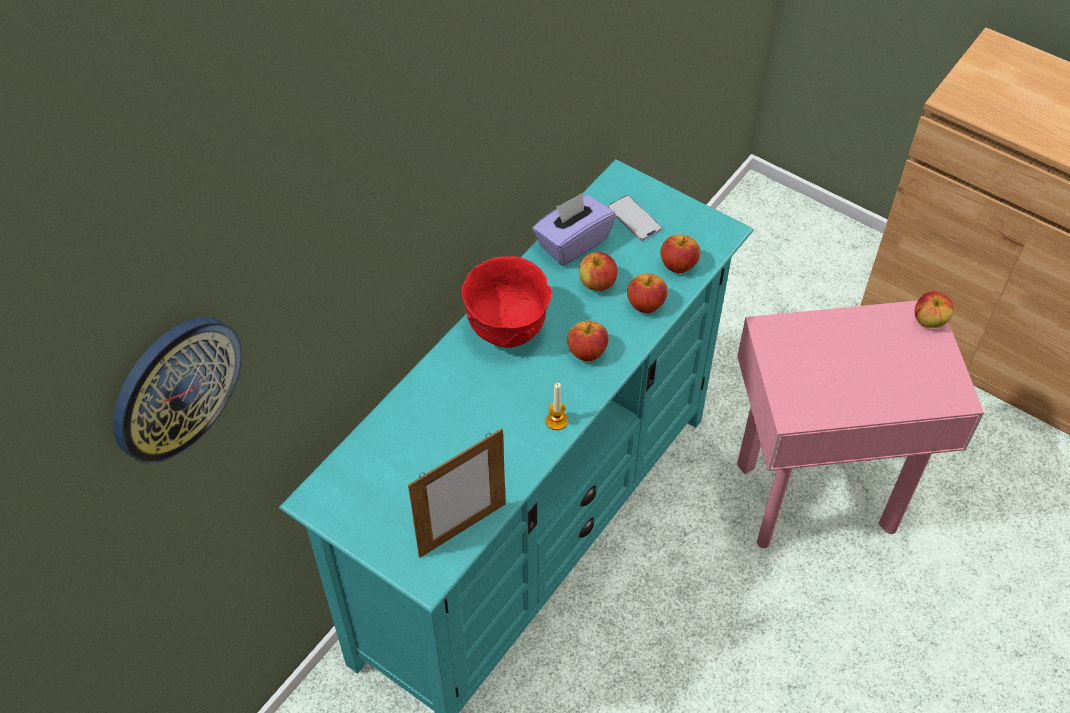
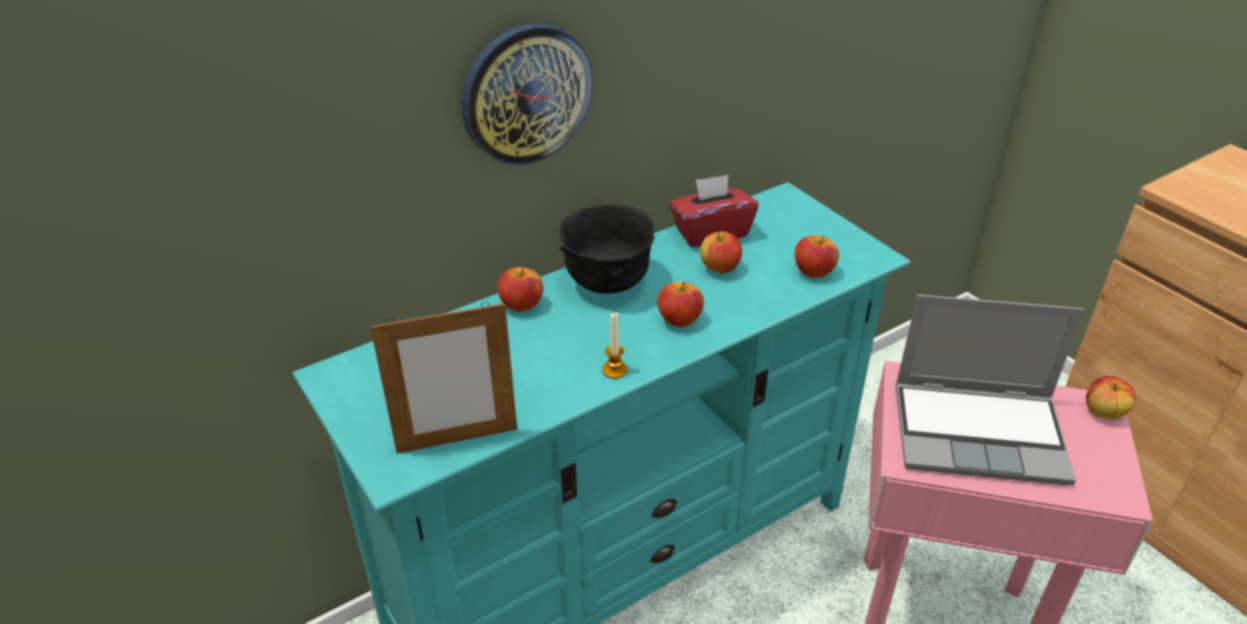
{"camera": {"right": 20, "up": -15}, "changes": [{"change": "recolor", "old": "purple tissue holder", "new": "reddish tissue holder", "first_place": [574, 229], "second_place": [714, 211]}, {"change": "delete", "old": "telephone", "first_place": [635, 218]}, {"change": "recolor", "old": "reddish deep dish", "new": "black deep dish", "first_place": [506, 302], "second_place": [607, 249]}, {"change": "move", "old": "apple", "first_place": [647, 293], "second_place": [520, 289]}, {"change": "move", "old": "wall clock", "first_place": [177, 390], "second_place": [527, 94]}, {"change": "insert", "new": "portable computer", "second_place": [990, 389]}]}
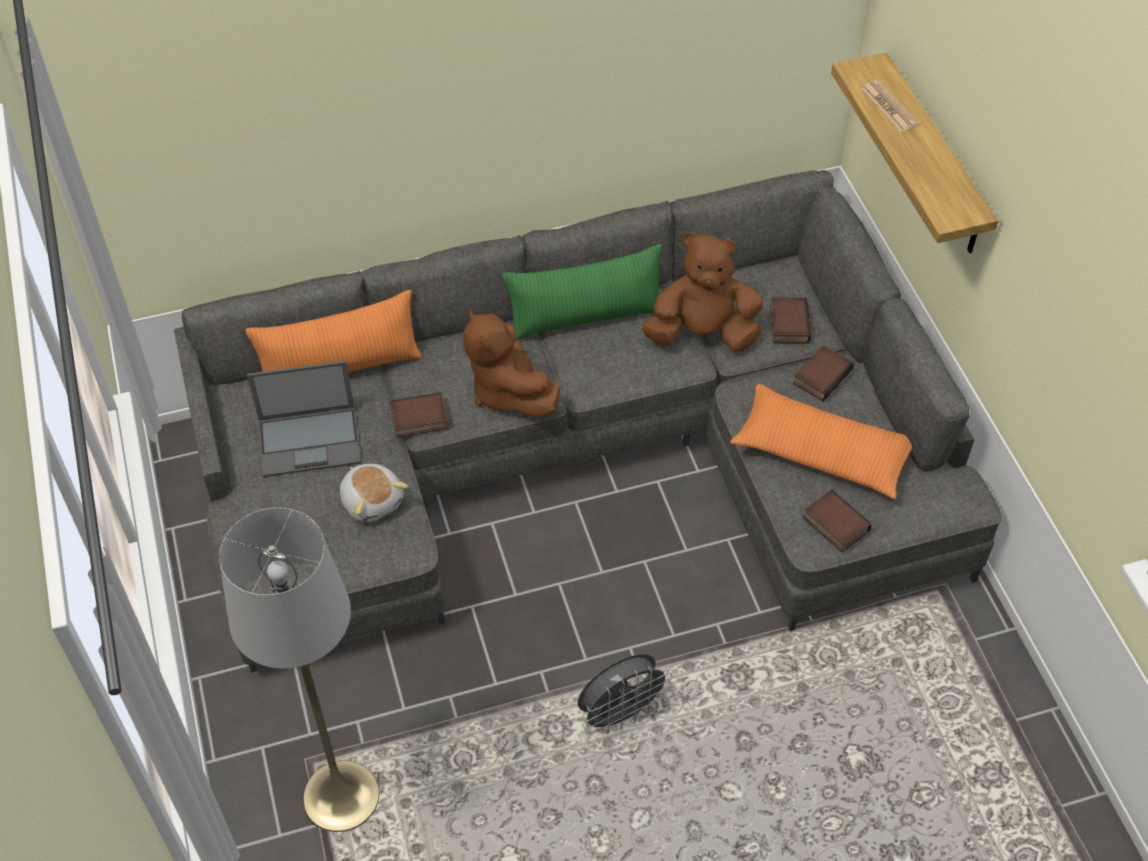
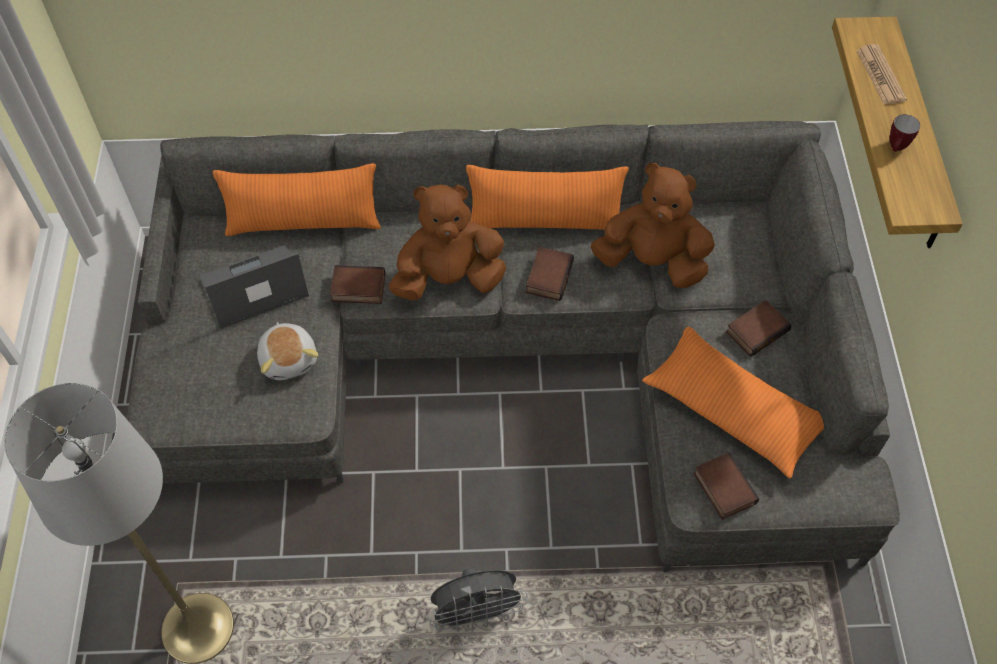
{"camera": {"right": 15, "up": 5}, "changes": [{"change": "recolor", "old": "greenish throw pillow", "new": "orange throw pillow", "first_place": [582, 292], "second_place": [547, 197]}, {"change": "move", "old": "book", "first_place": [790, 320], "second_place": [550, 274]}, {"change": "rotate", "old": "brown soft toy", "first_place": [511, 362], "second_place": [447, 243], "degrees": 90}, {"change": "rotate", "old": "portable computer", "first_place": [304, 419], "second_place": [254, 287], "degrees": 150}, {"change": "insert", "new": "tea mug", "second_place": [904, 133]}]}
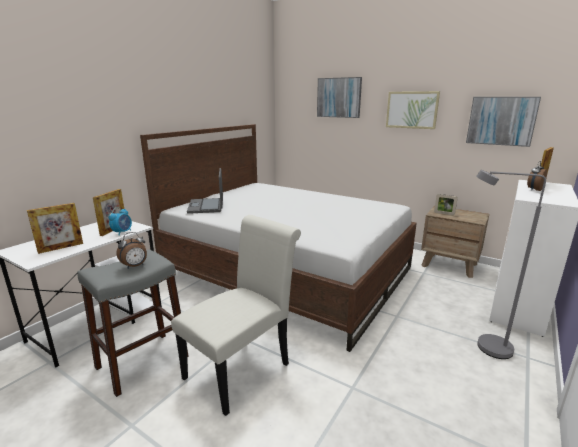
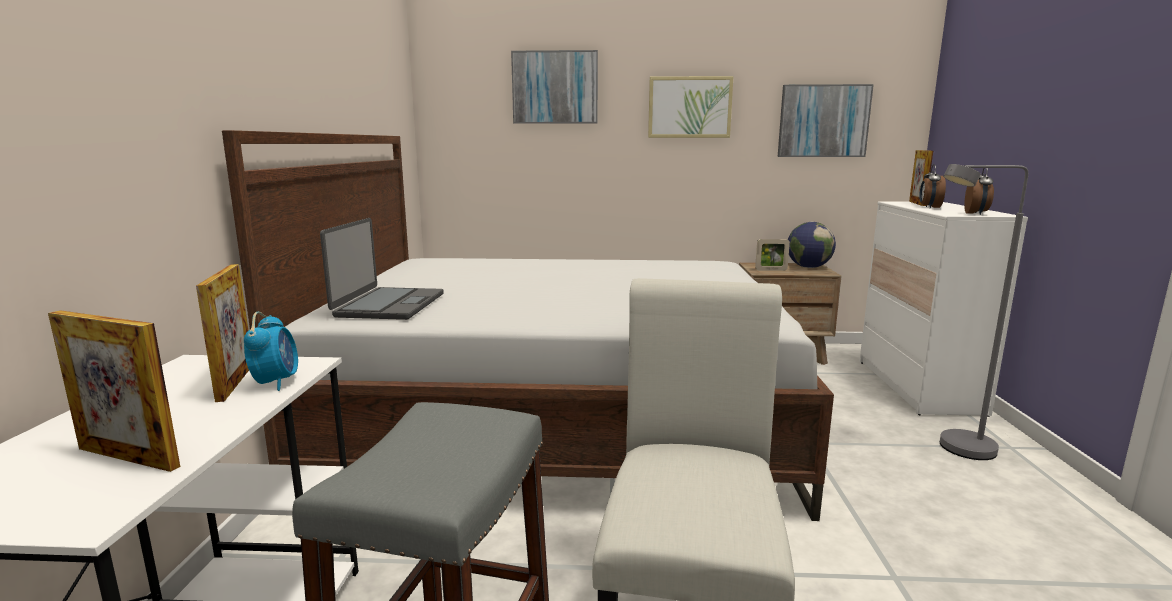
{"camera": {"right": -30, "up": -5}, "changes": [{"change": "rotate", "old": "portable computer", "first_place": [205, 191], "second_place": [382, 269], "degrees": -135}, {"change": "rotate", "old": "picture frame", "first_place": [55, 228], "second_place": [114, 391], "degrees": 90}, {"change": "move", "old": "alarm clock", "first_place": [131, 250], "second_place": [979, 191]}, {"change": "insert", "new": "world globe", "second_place": [812, 245]}]}
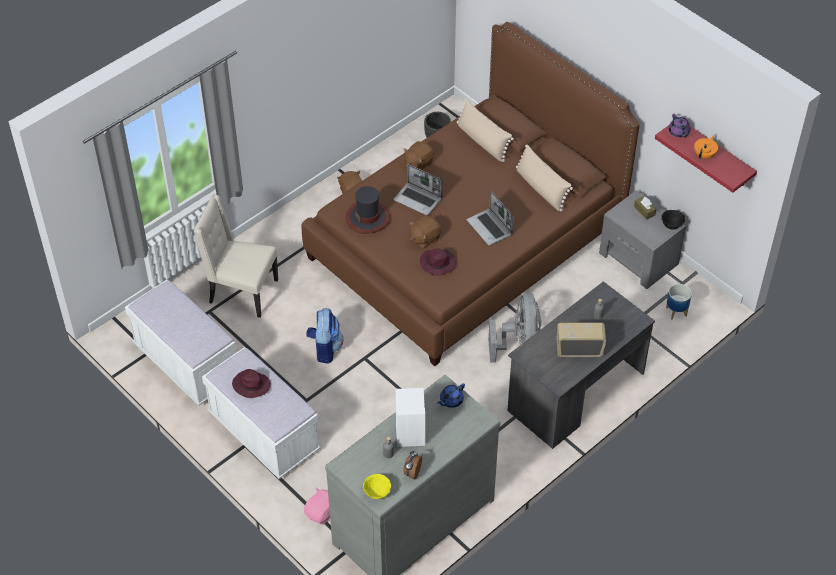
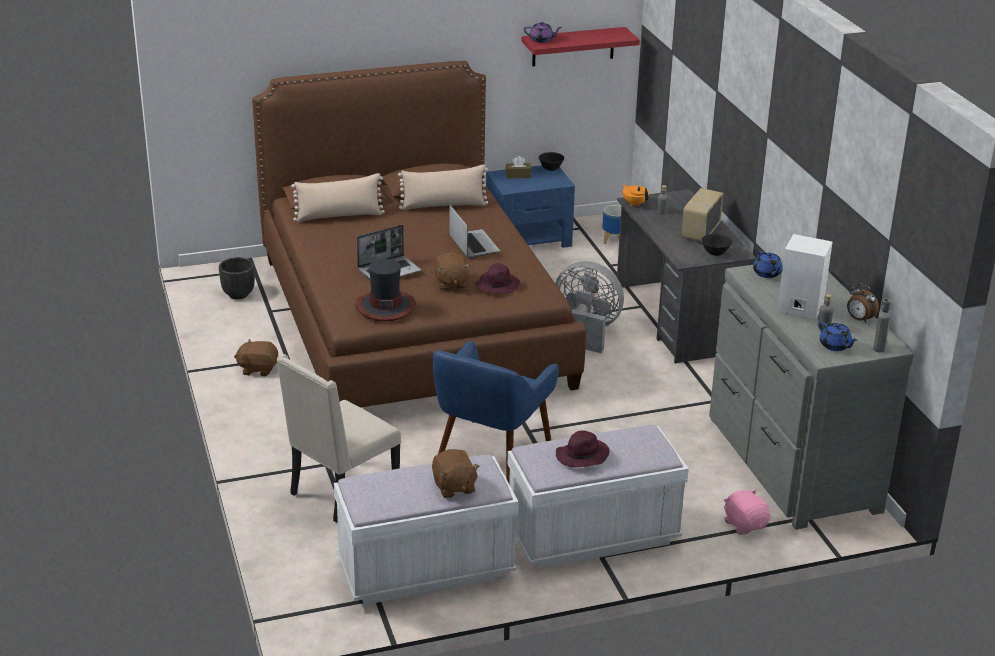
{"camera": {"right": -65, "up": -20}, "changes": [{"change": "move", "old": "orange tea pot", "first_place": [706, 147], "second_place": [636, 195]}, {"change": "move", "old": "brown soft toy", "first_place": [418, 155], "second_place": [456, 473]}, {"change": "recolor", "old": "greyish nightstand", "new": "bluish nightstand", "first_place": [642, 239], "second_place": [530, 206]}, {"change": "rotate", "old": "portable computer", "first_place": [490, 218], "second_place": [474, 231], "degrees": -105}, {"change": "replace", "old": "knapsack", "new": "bluish lounge chair", "first_place": [324, 336], "second_place": [496, 412]}, {"change": "replace", "old": "yellowish deep dish", "new": "greyish bottle", "first_place": [377, 486], "second_place": [882, 326]}, {"change": "insert", "new": "black deep dish", "second_place": [717, 245]}, {"change": "insert", "new": "bluish tea pot", "second_place": [838, 336]}]}
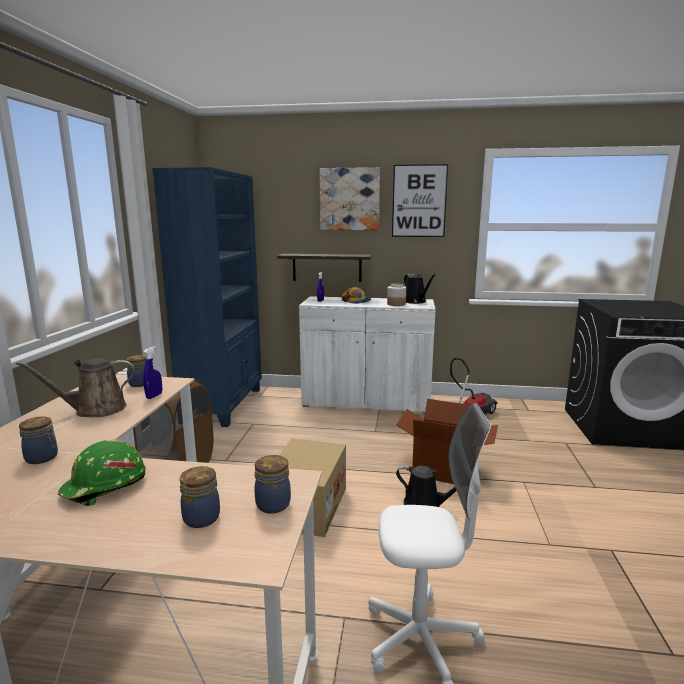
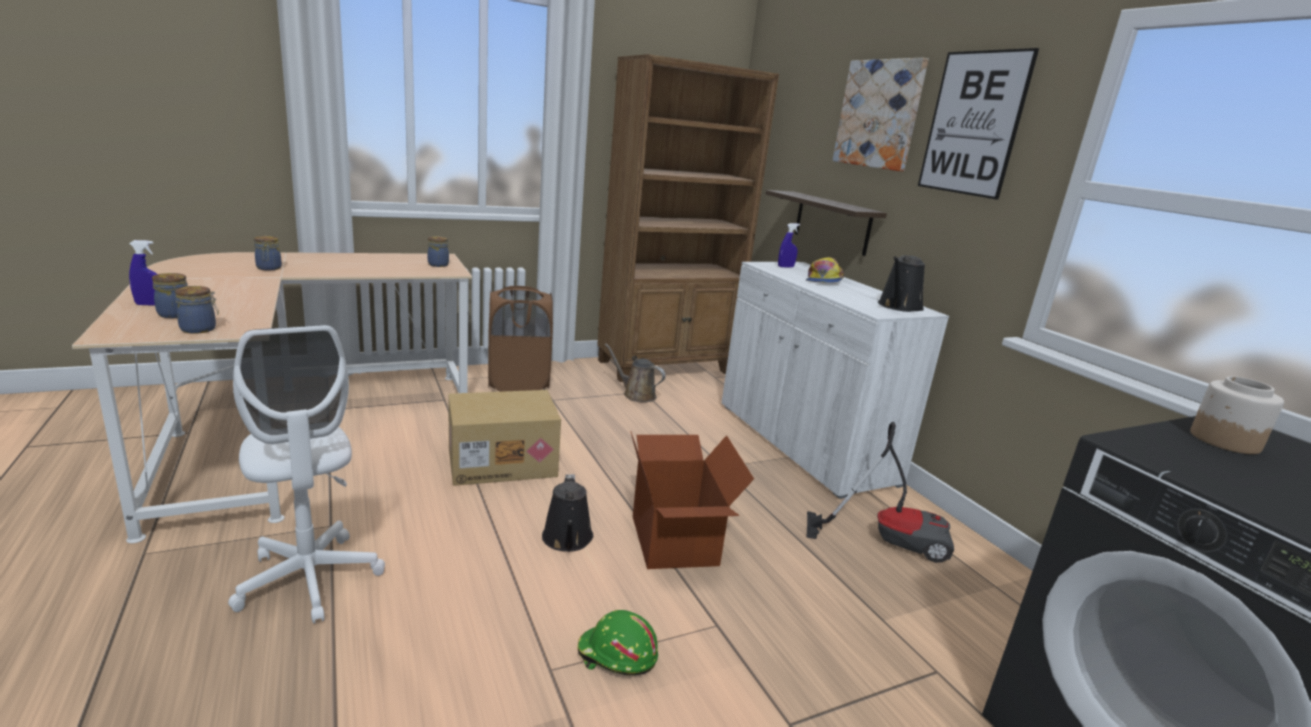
{"camera": {"right": 55, "up": 5}, "changes": [{"change": "recolor", "old": "bluish bookcase", "new": "brown bookcase", "first_place": [207, 297], "second_place": [688, 218]}, {"change": "move", "old": "preserve jar", "first_place": [396, 294], "second_place": [1237, 415]}, {"change": "move", "old": "bluish spray bottle", "first_place": [152, 372], "second_place": [143, 273]}, {"change": "move", "old": "brown watering can", "first_place": [75, 387], "second_place": [635, 373]}, {"change": "move", "old": "greenish work helmet", "first_place": [102, 472], "second_place": [618, 642]}]}
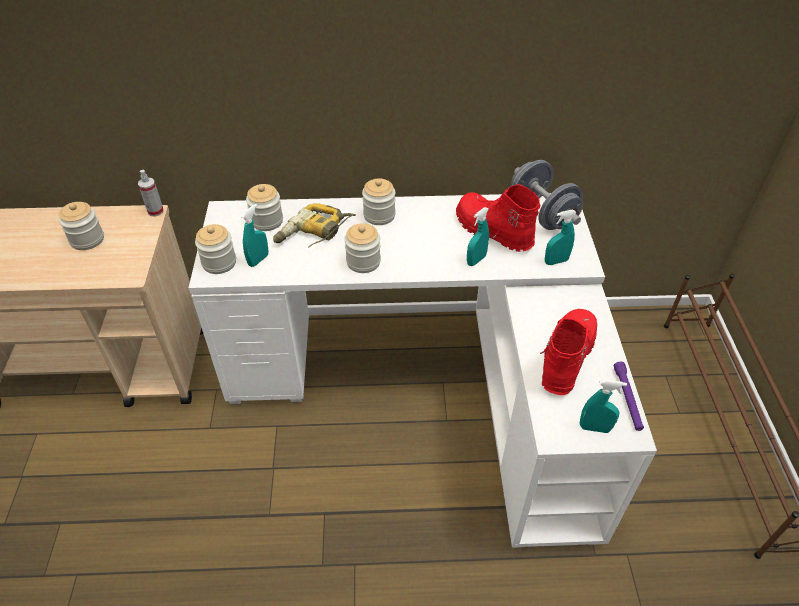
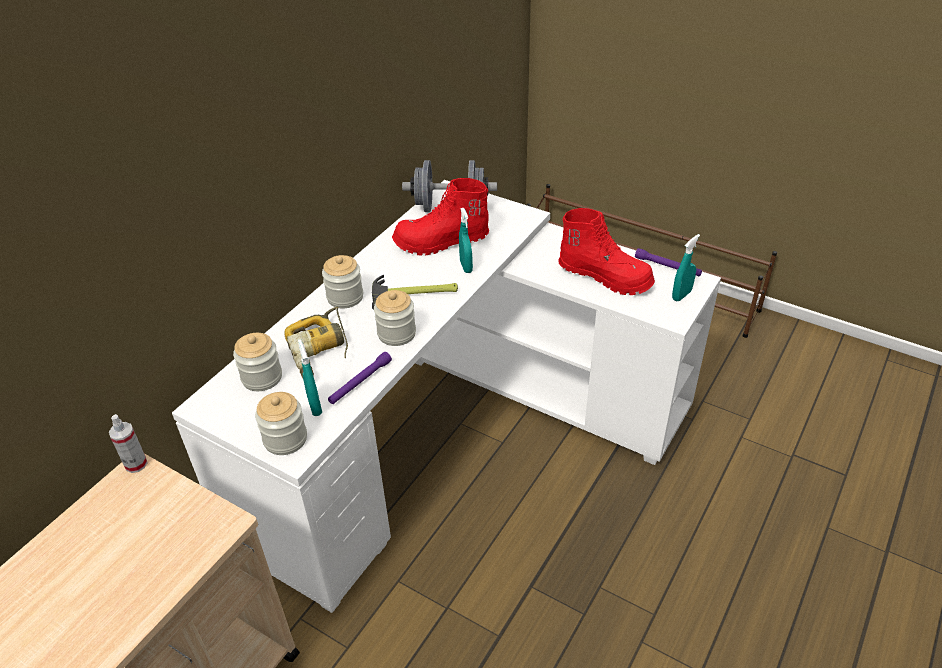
{"camera": {"right": -55, "up": -5}, "changes": [{"change": "delete", "old": "preserve jar", "first_place": [81, 226]}, {"change": "delete", "old": "blue-green spray bottle", "first_place": [560, 237]}, {"change": "rotate", "old": "reddish boot", "first_place": [568, 352], "second_place": [606, 251], "degrees": 150}, {"change": "insert", "new": "tool hammer", "second_place": [415, 292]}, {"change": "insert", "new": "purple hand torch", "second_place": [360, 378]}]}
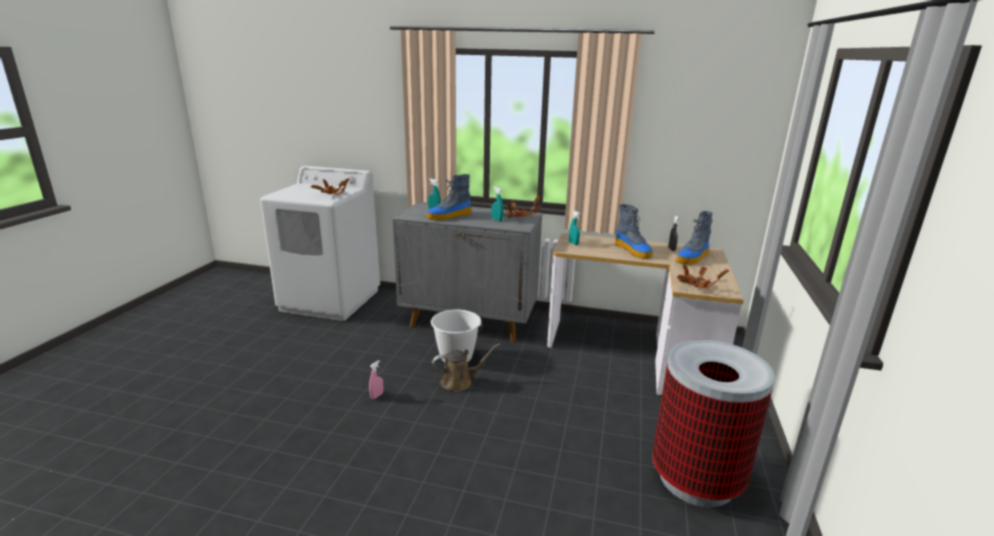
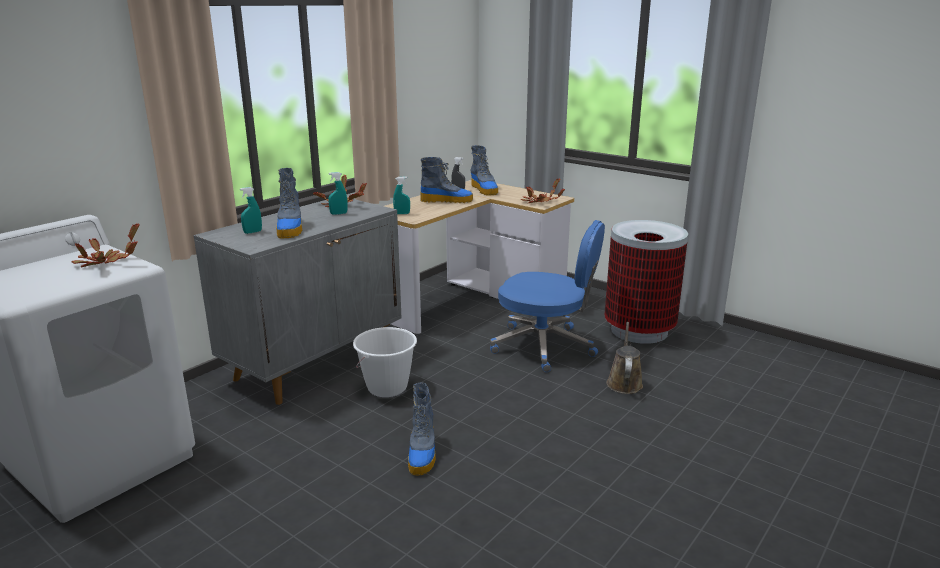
{"camera": {"right": -65, "up": 0}, "changes": [{"change": "move", "old": "brown watering can", "first_place": [466, 367], "second_place": [624, 358]}, {"change": "replace", "old": "pink-coloured spray bottle", "new": "boot", "first_place": [376, 379], "second_place": [422, 428]}, {"change": "insert", "new": "bluish office chair", "second_place": [547, 296]}]}
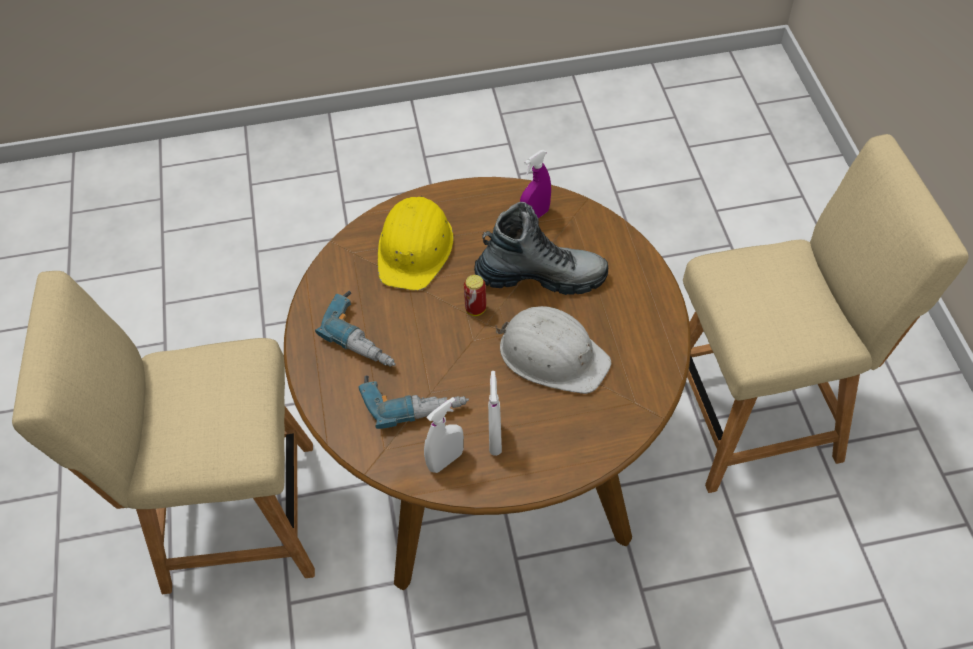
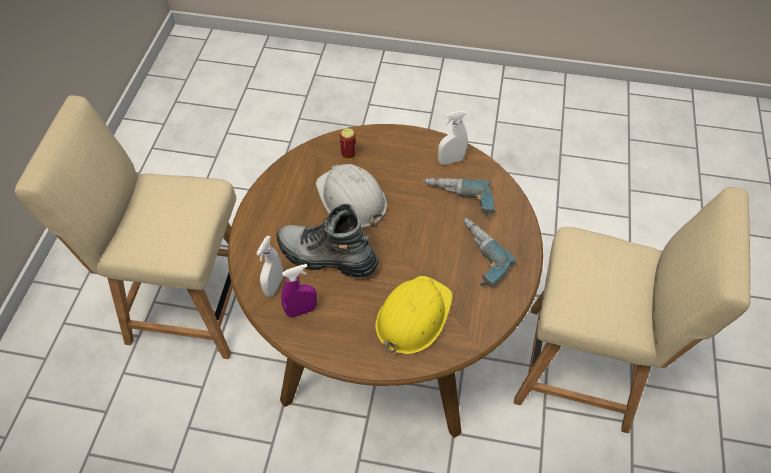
{"camera": {"right": -160, "up": 0}, "changes": [{"change": "move", "old": "metal can", "first_place": [475, 295], "second_place": [348, 144]}, {"change": "move", "old": "whitish spray bottle", "first_place": [495, 413], "second_place": [269, 266]}]}
